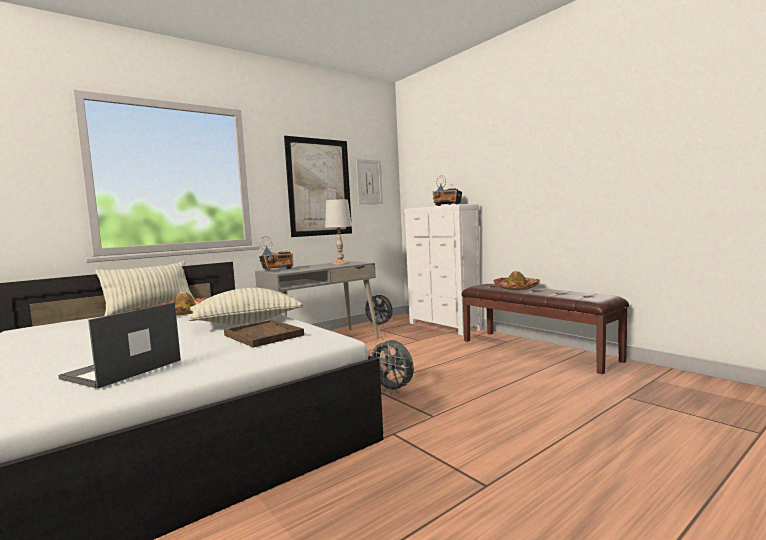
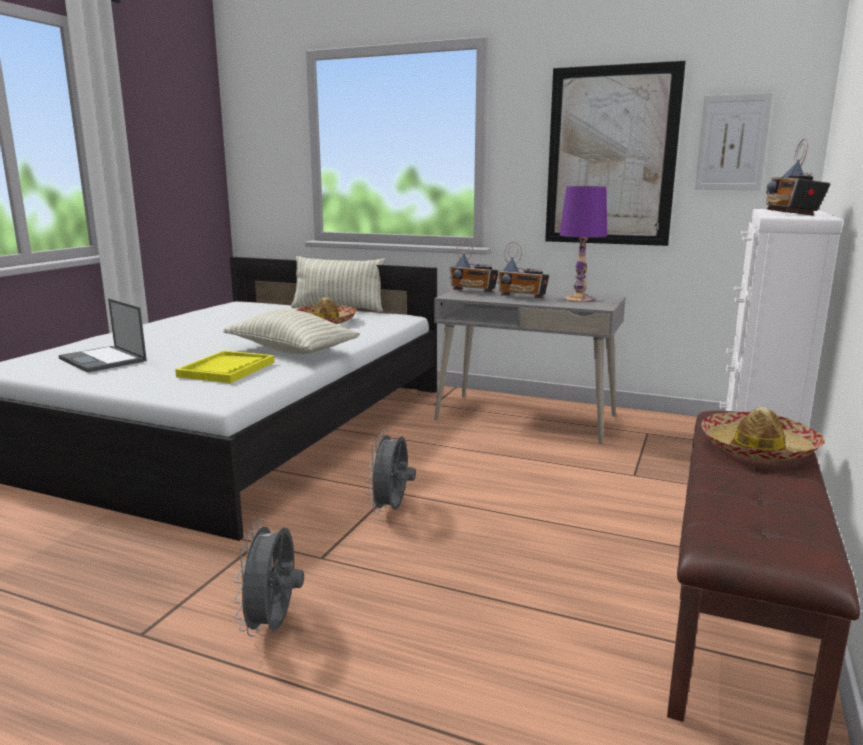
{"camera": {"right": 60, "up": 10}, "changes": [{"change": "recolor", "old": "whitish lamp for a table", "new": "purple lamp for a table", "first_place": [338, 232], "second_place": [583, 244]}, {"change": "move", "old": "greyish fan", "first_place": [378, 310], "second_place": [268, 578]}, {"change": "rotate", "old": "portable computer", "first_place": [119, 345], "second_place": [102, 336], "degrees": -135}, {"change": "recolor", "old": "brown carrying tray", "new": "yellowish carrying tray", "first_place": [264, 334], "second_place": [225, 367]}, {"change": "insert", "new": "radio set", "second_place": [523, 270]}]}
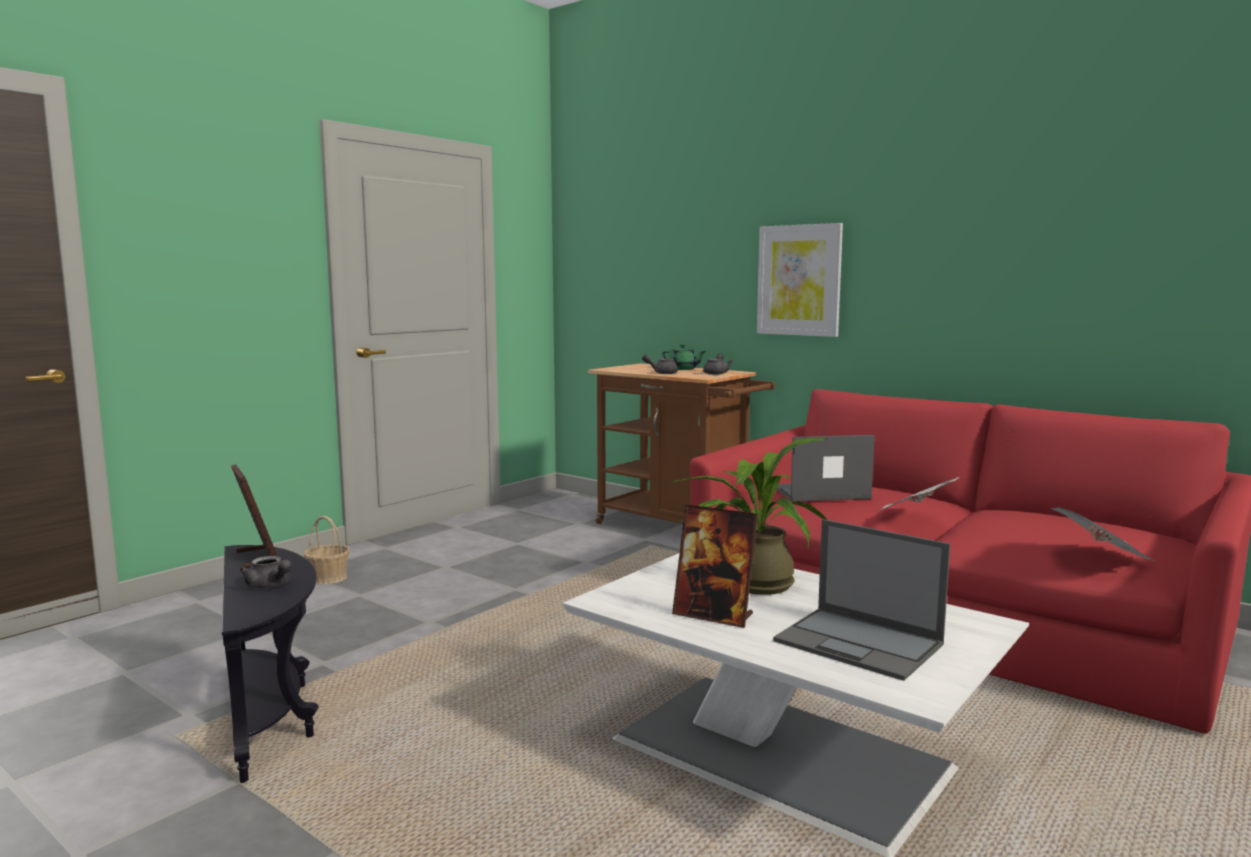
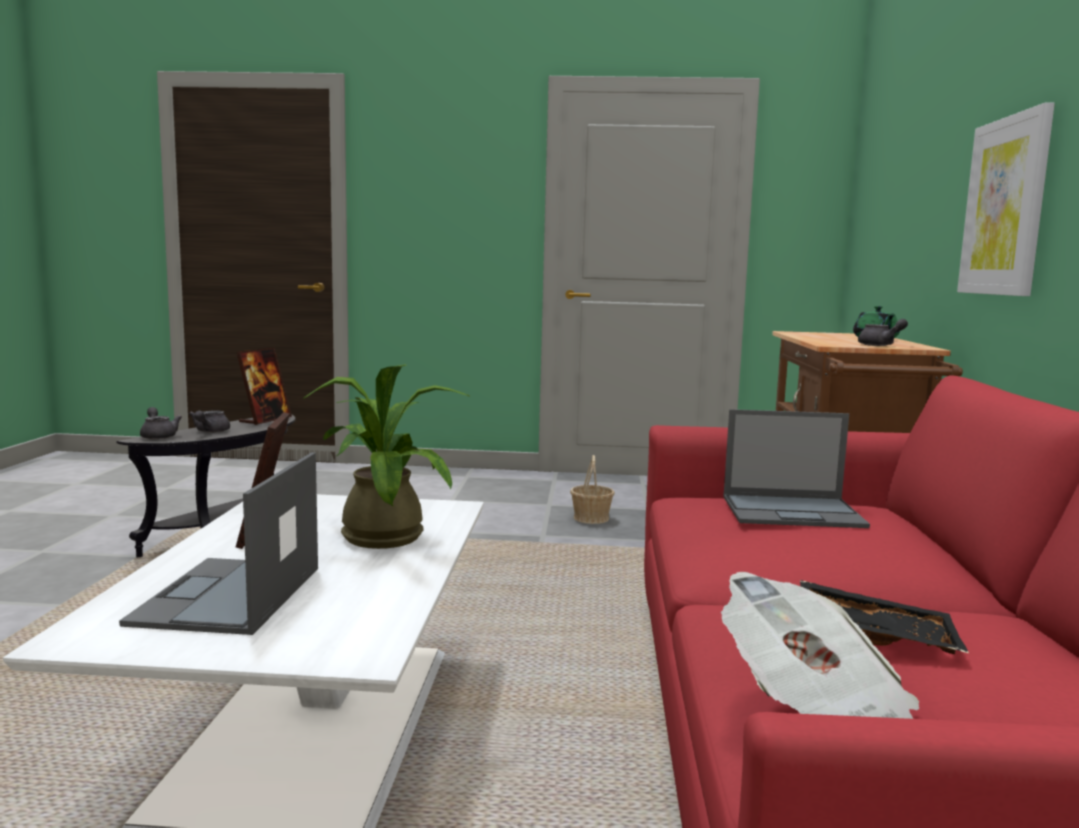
{"camera": {"right": 55, "up": 0}, "changes": [{"change": "move", "old": "greyish tea pot", "first_place": [660, 364], "second_place": [161, 423]}, {"change": "rotate", "old": "portable computer", "first_place": [825, 468], "second_place": [796, 468], "degrees": 135}, {"change": "delete", "old": "daily paper", "first_place": [918, 494]}, {"change": "move", "old": "household basket", "first_place": [327, 550], "second_place": [592, 489]}, {"change": "insert", "new": "black carrying tray", "second_place": [884, 617]}]}
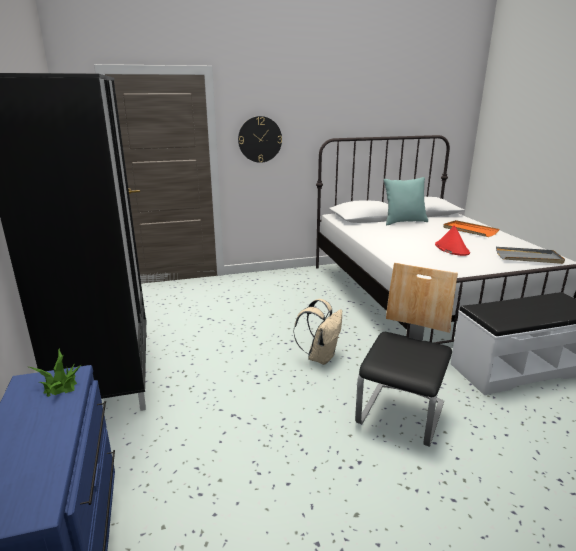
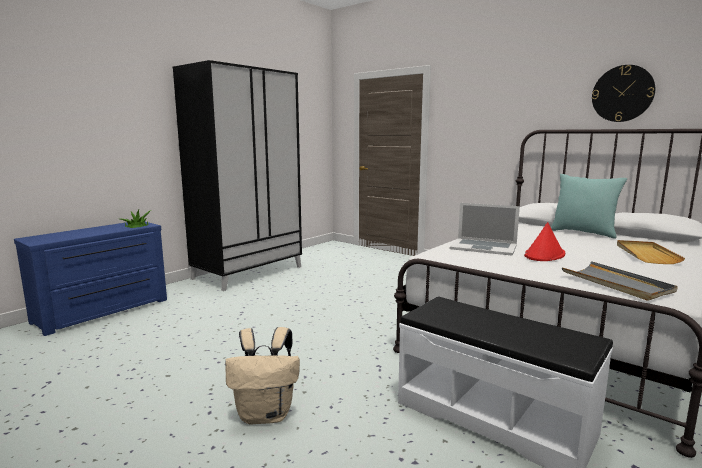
{"camera": {"right": 55, "up": -10}, "changes": [{"change": "move", "old": "wall clock", "first_place": [260, 139], "second_place": [623, 93]}, {"change": "recolor", "old": "orange carrying tray", "new": "sand-coloured carrying tray", "first_place": [471, 228], "second_place": [651, 252]}, {"change": "delete", "old": "plain chair", "first_place": [406, 354]}, {"change": "move", "old": "sand-coloured knapsack", "first_place": [317, 332], "second_place": [262, 376]}, {"change": "insert", "new": "portable computer", "second_place": [485, 229]}]}
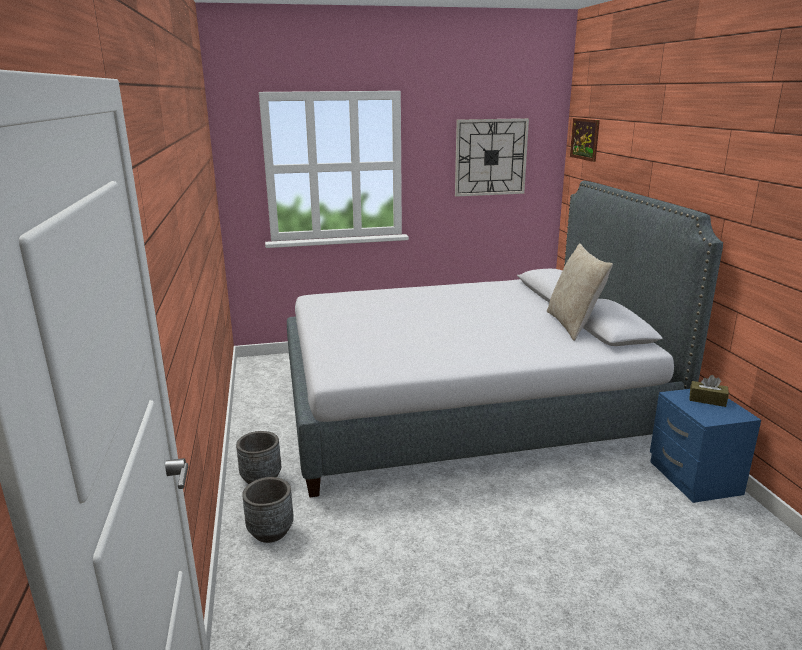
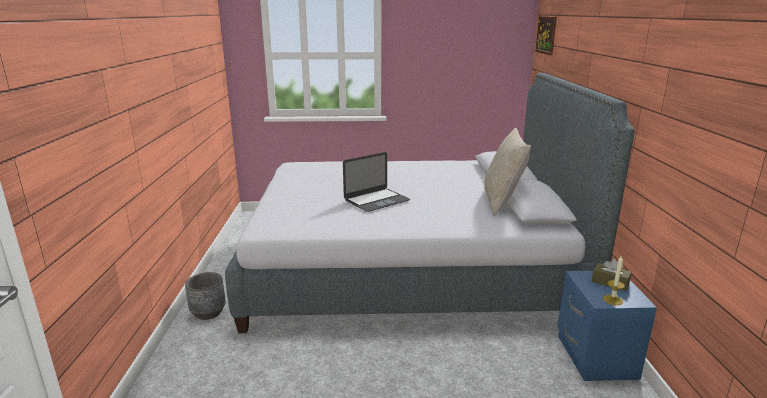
{"camera": {"right": 10, "up": 0}, "changes": [{"change": "delete", "old": "wall clock", "first_place": [492, 157]}, {"change": "delete", "old": "greyish planter", "first_place": [268, 510]}, {"change": "insert", "new": "portable computer", "second_place": [376, 182]}, {"change": "insert", "new": "candle", "second_place": [614, 280]}]}
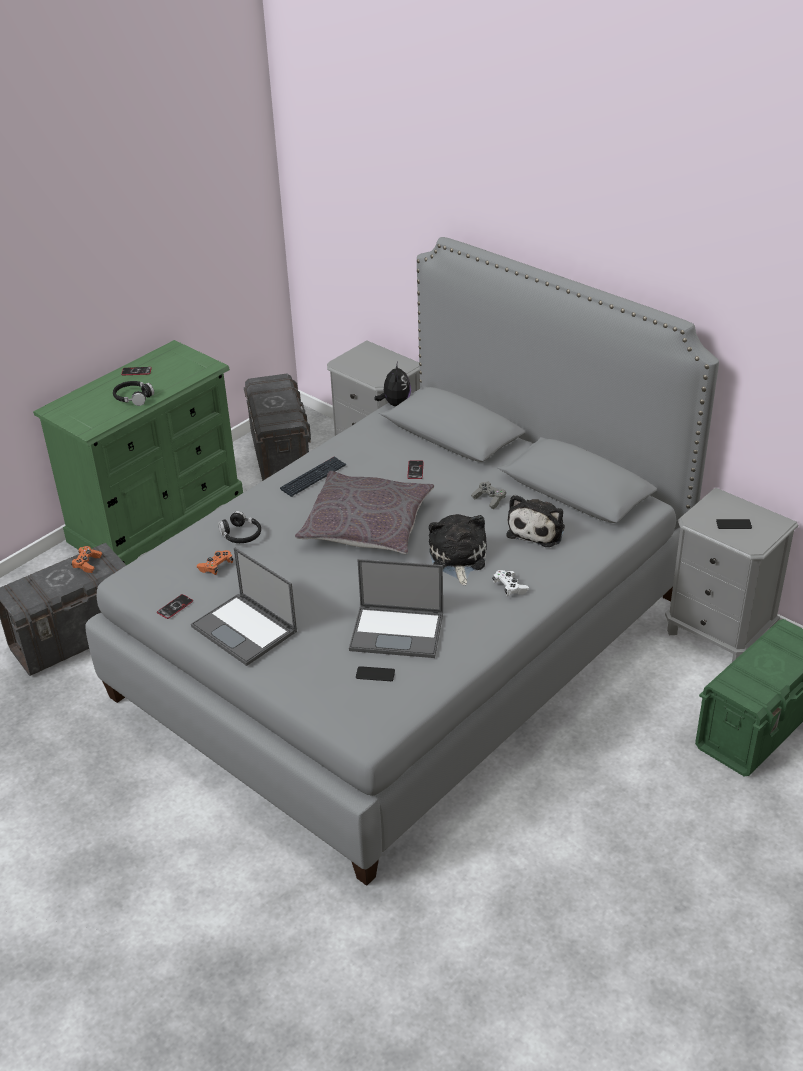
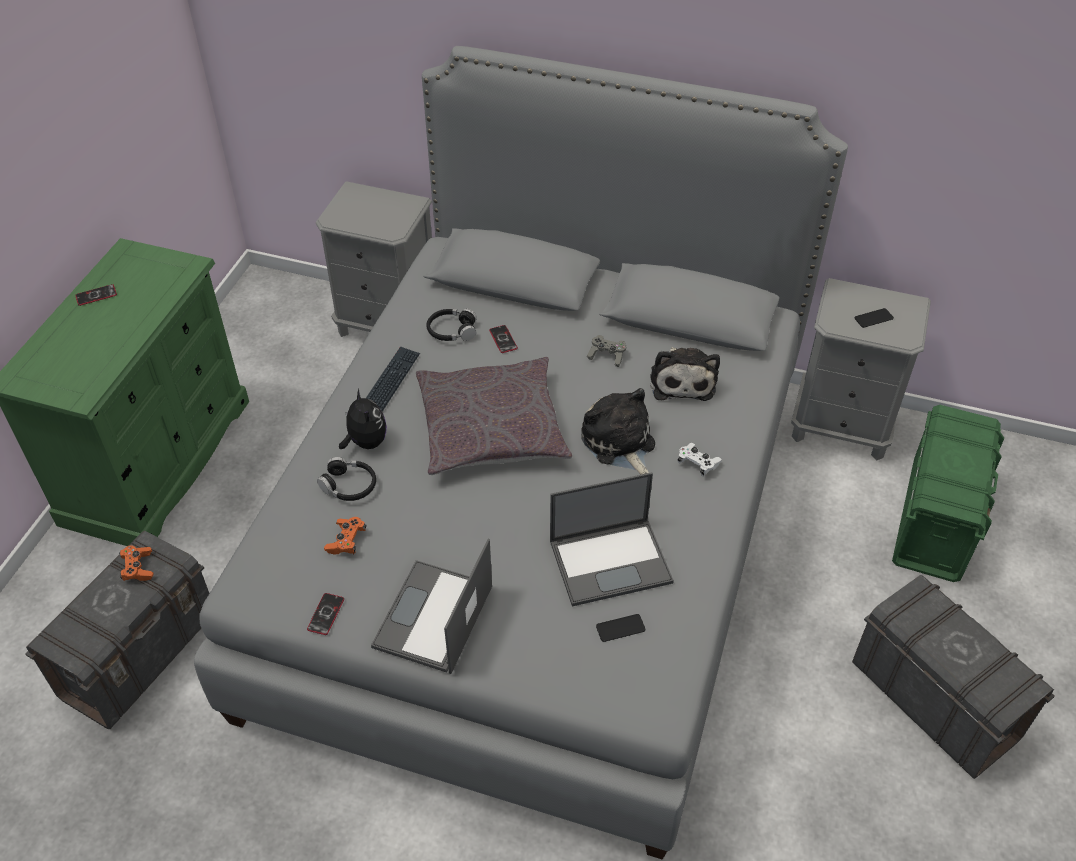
{"camera": {"right": -25, "up": 10}, "changes": [{"change": "move", "old": "soft toy", "first_place": [392, 384], "second_place": [363, 419]}, {"change": "move", "old": "greyish storage bin", "first_place": [277, 427], "second_place": [953, 677]}, {"change": "move", "old": "black pair of headphones", "first_place": [133, 393], "second_place": [452, 325]}, {"change": "rotate", "old": "portable computer", "first_place": [244, 606], "second_place": [431, 606], "degrees": 90}]}
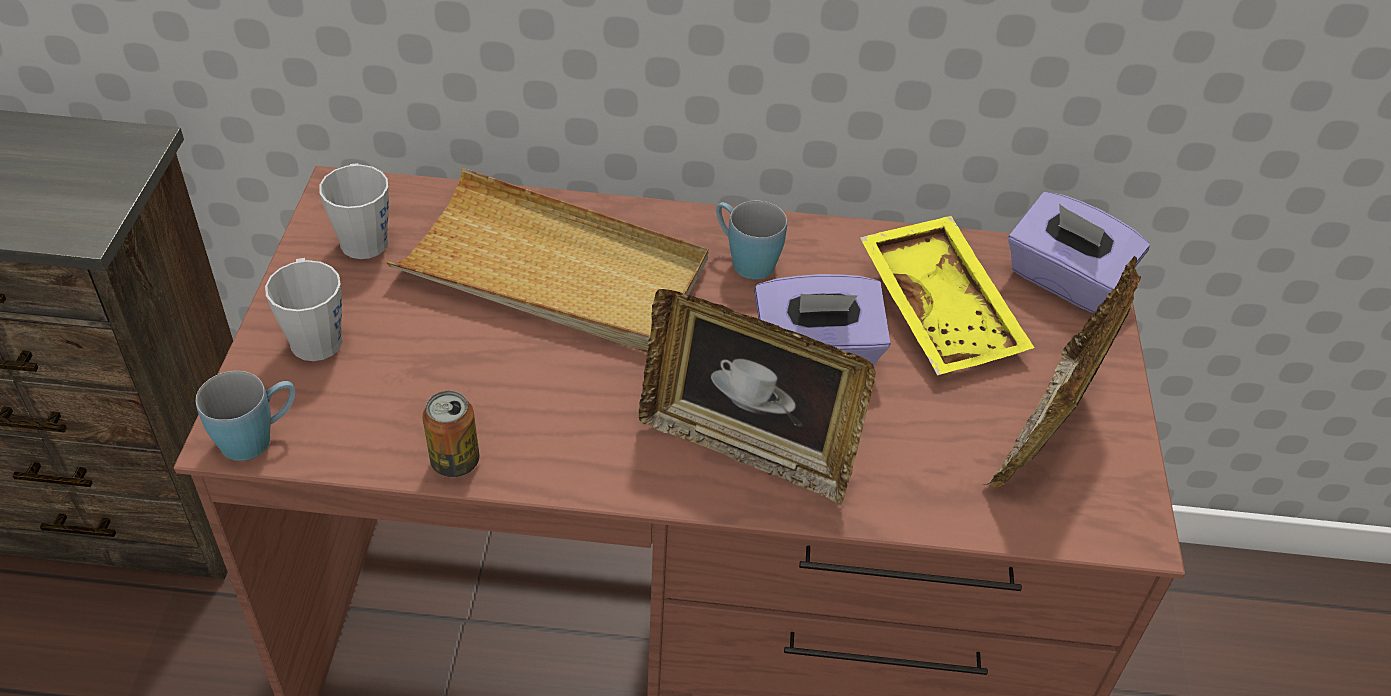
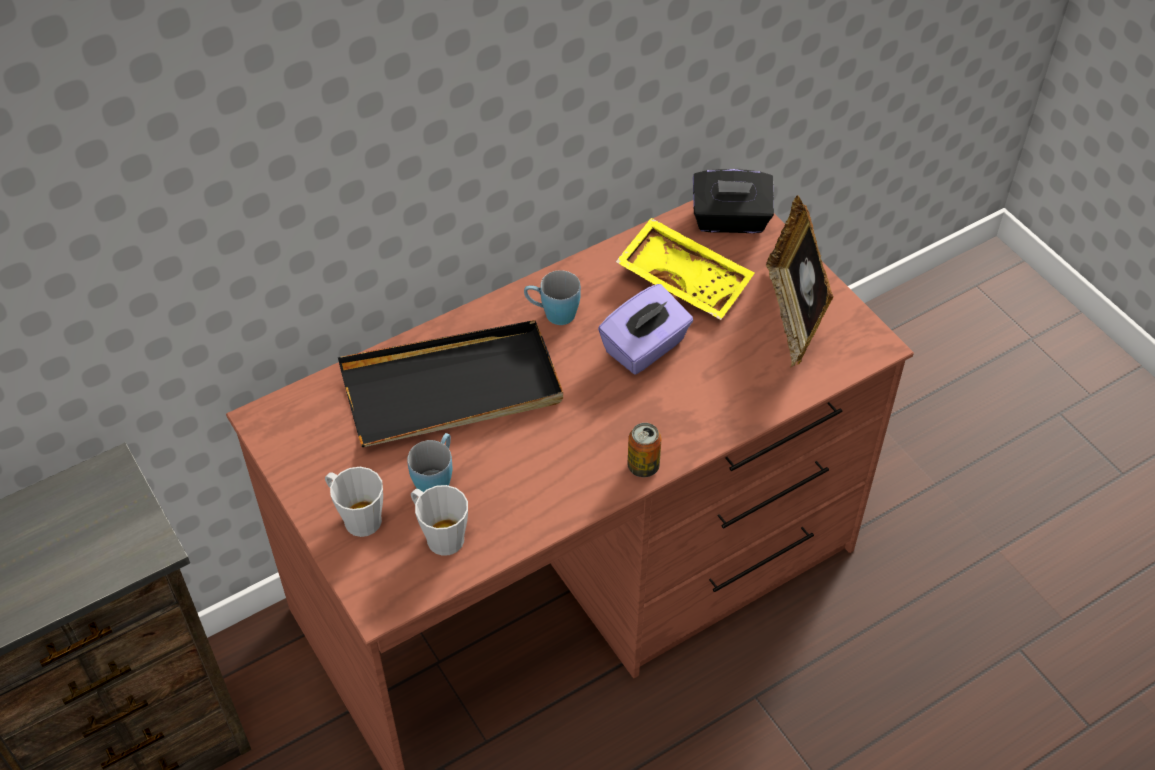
{"camera": {"right": -35, "up": 5}, "changes": [{"change": "move", "old": "greyish tea mug", "first_place": [354, 211], "second_place": [439, 520]}, {"change": "recolor", "old": "sand-coloured carrying tray", "new": "black carrying tray", "first_place": [547, 260], "second_place": [450, 383]}, {"change": "recolor", "old": "purple tissue holder", "new": "black tissue holder", "first_place": [1079, 252], "second_place": [733, 201]}, {"change": "delete", "old": "picture frame", "first_place": [757, 397]}, {"change": "move", "old": "bluish tea mug", "first_place": [245, 416], "second_place": [430, 462]}, {"change": "move", "old": "metal can", "first_place": [451, 434], "second_place": [644, 450]}]}
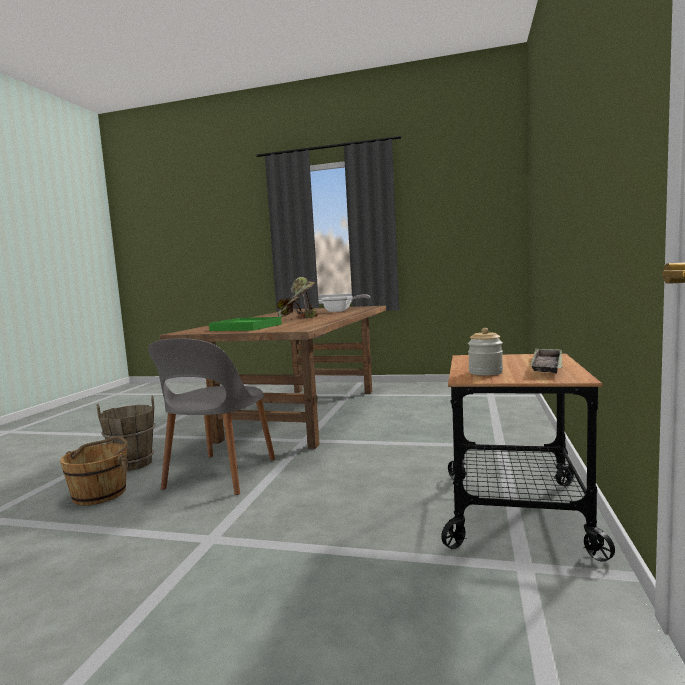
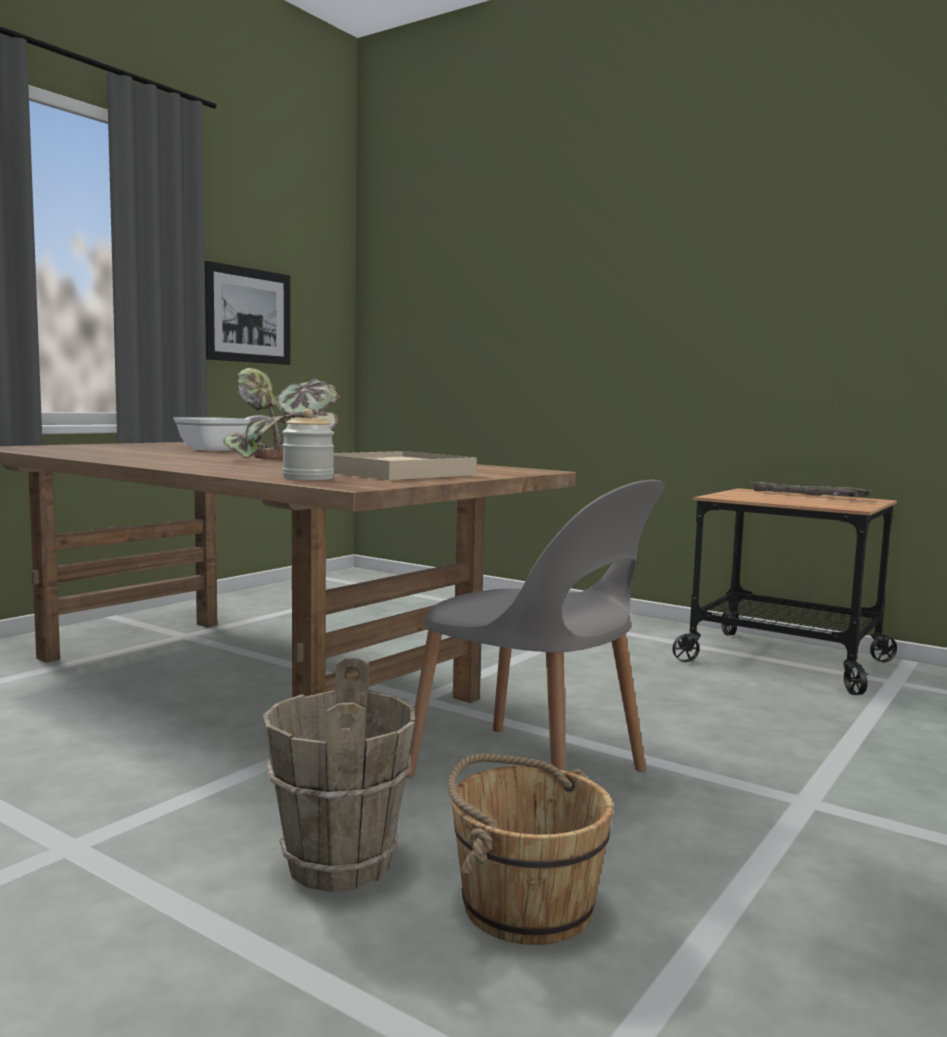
{"camera": {"right": -70, "up": 0}, "changes": [{"change": "recolor", "old": "greenish carrying tray", "new": "sand-coloured carrying tray", "first_place": [245, 324], "second_place": [405, 465]}, {"change": "move", "old": "preserve jar", "first_place": [485, 352], "second_place": [308, 444]}, {"change": "insert", "new": "wall picture", "second_place": [247, 313]}]}
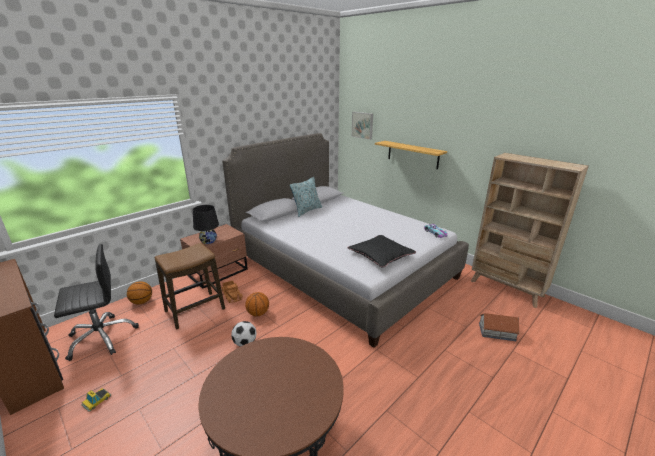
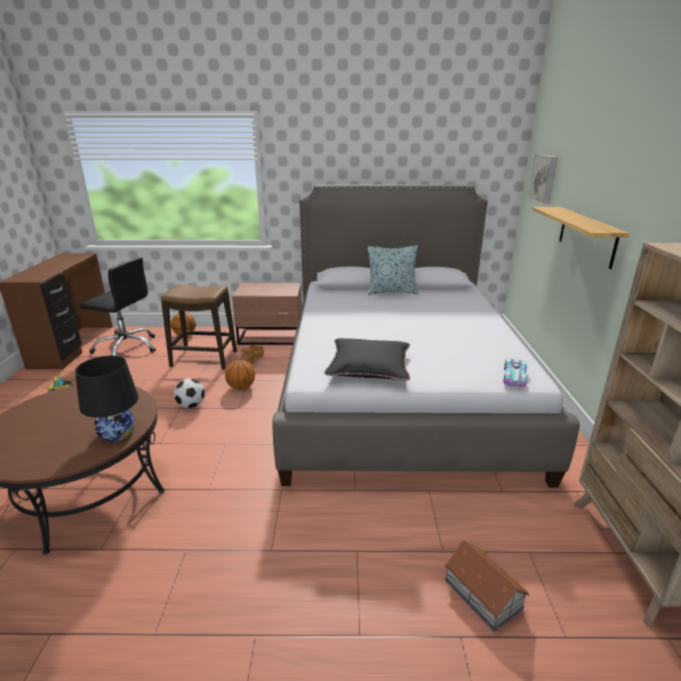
{"camera": {"right": 45, "up": 0}, "changes": [{"change": "move", "old": "black lamp for a table", "first_place": [206, 224], "second_place": [107, 399]}]}
